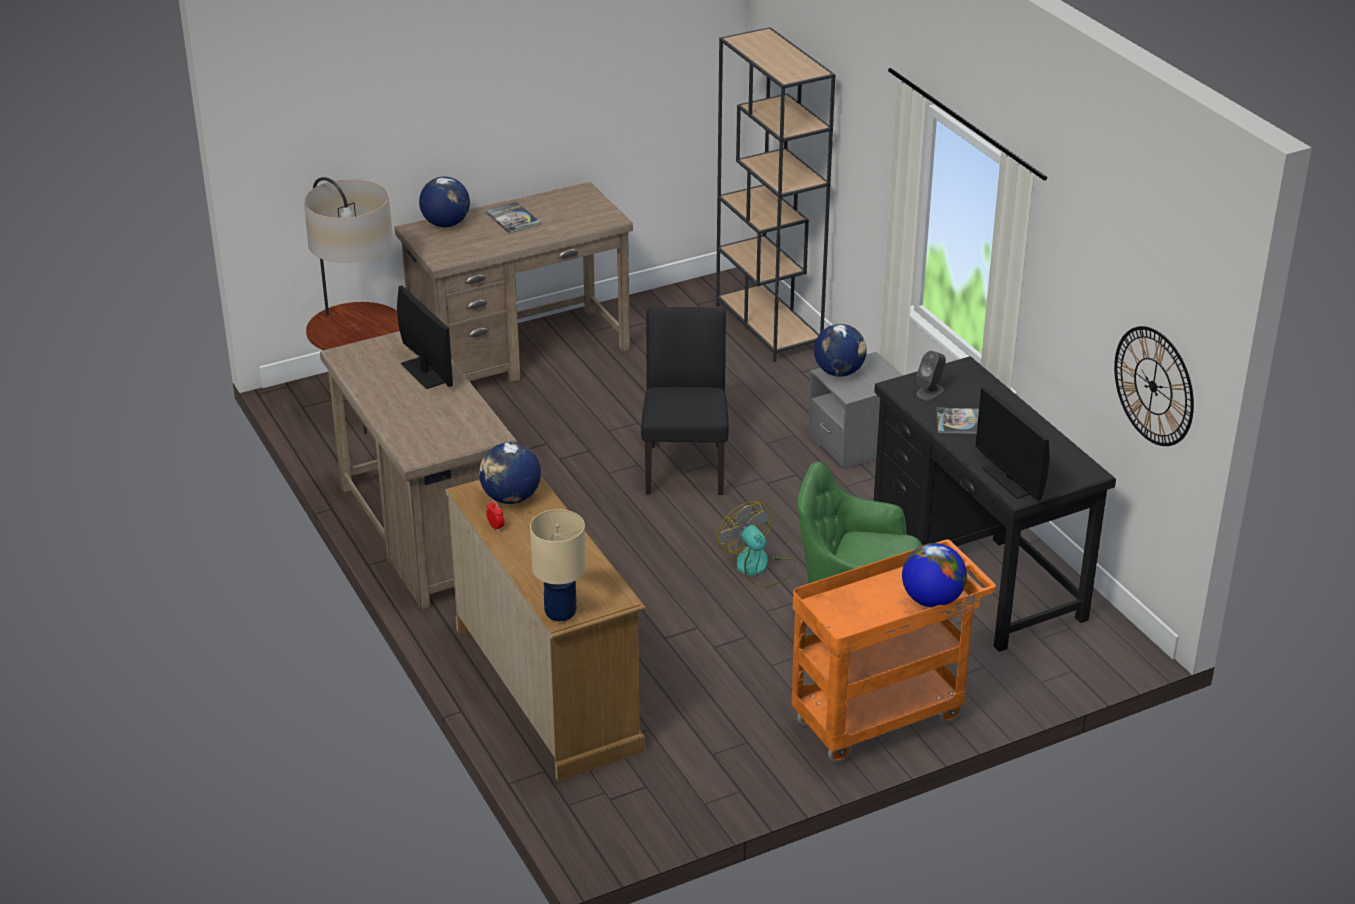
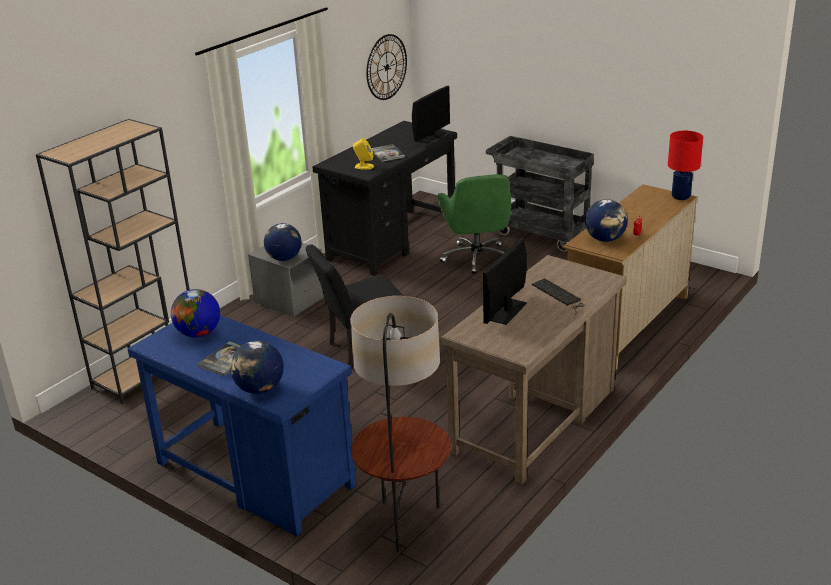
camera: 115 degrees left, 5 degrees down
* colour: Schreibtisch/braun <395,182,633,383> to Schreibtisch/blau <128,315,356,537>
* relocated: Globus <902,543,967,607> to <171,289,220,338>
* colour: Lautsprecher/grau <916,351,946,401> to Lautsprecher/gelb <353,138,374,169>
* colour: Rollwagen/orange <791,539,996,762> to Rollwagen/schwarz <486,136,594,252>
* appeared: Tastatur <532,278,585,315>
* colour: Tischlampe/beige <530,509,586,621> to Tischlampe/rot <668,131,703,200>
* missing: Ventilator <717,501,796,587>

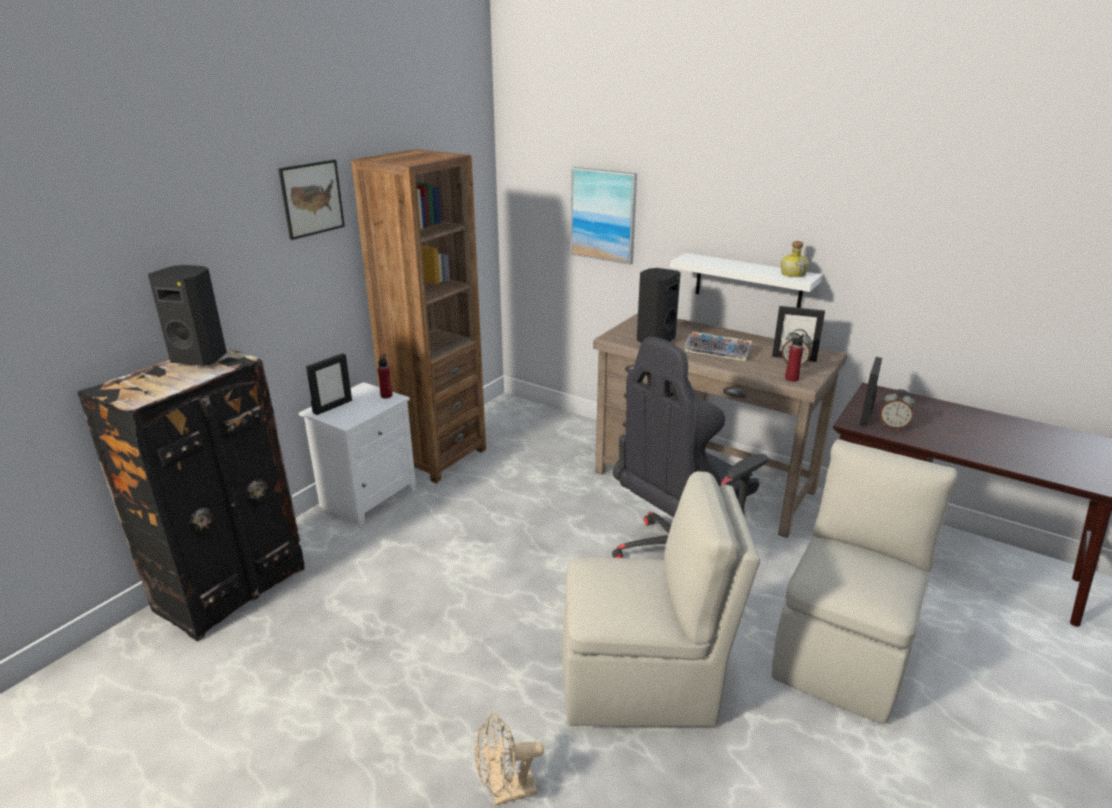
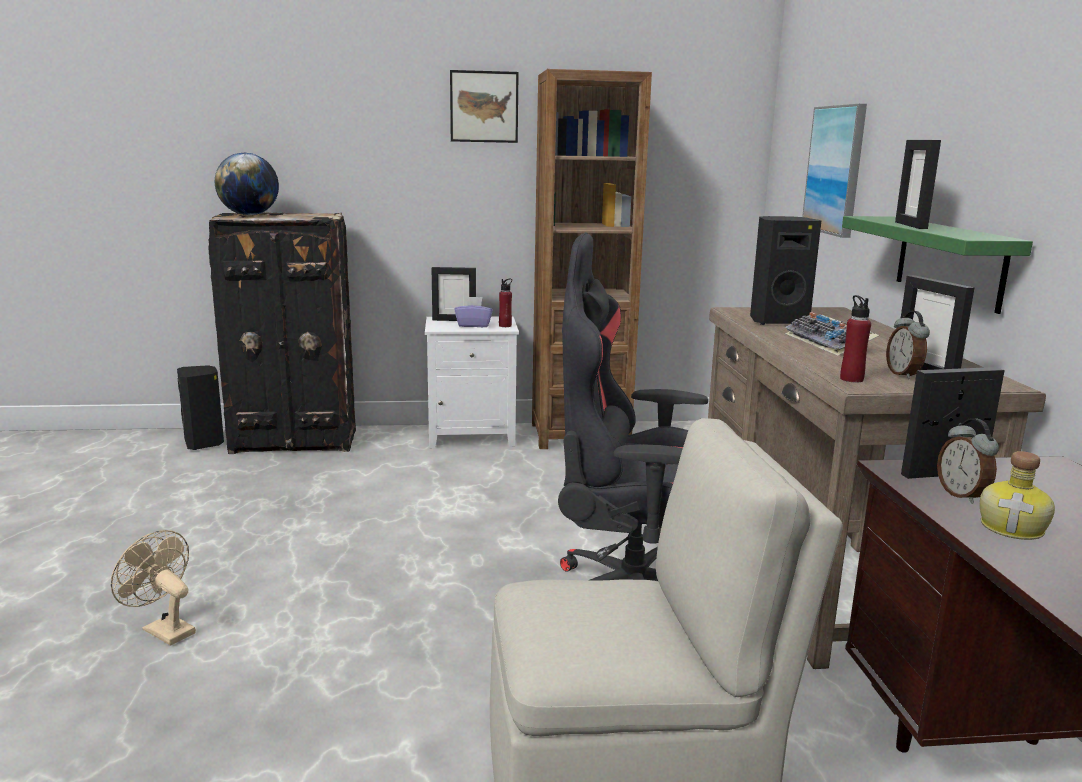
camera: 50 degrees right, 10 degrees down
* relocated: Lautsprecher/schwarz <148,265,227,366> to <177,365,224,450>
* appeared: Globus <215,153,279,215>
* appeared: Taschentuchbox/lila <455,297,493,327>
* colour: Wandregal/weiß <670,253,822,308> to Wandregal/grün <842,216,1033,314>
* appeared: Bilderrahmen <895,140,941,229>
* relocated: Flasche <781,241,809,277> to <980,451,1055,540>
* missing: Stuhl/beige <562,471,760,727>

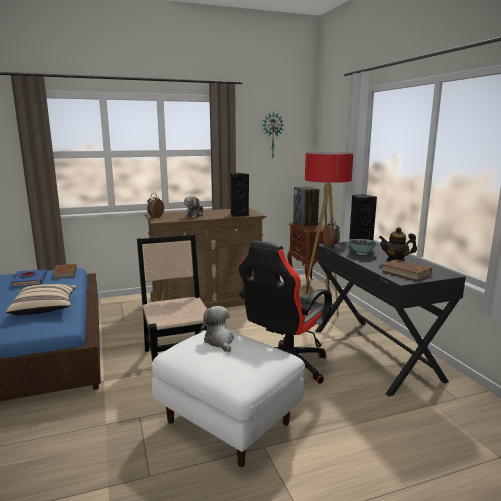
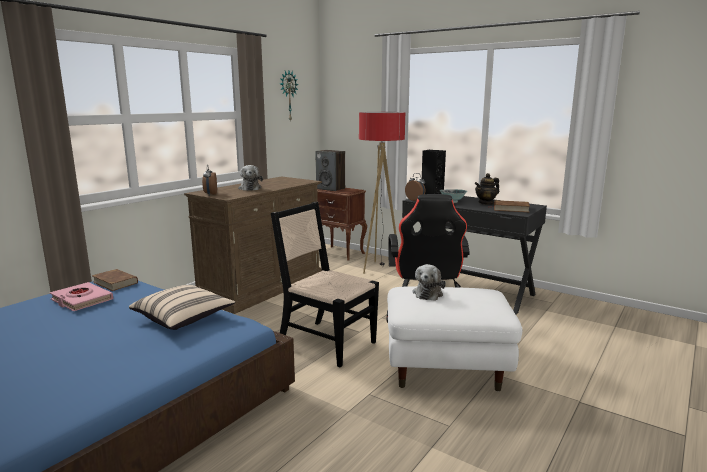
camera: 35 degrees left, 0 degrees up
* colour: Buch/blau <11,269,47,287> to Buch/rosa <50,282,113,311>
* spun: Plüschtier <201,306,234,352> = <412,264,446,301> 105 degrees counterclockwise
* missing: Lautsprecher/schwarz <230,173,249,217>

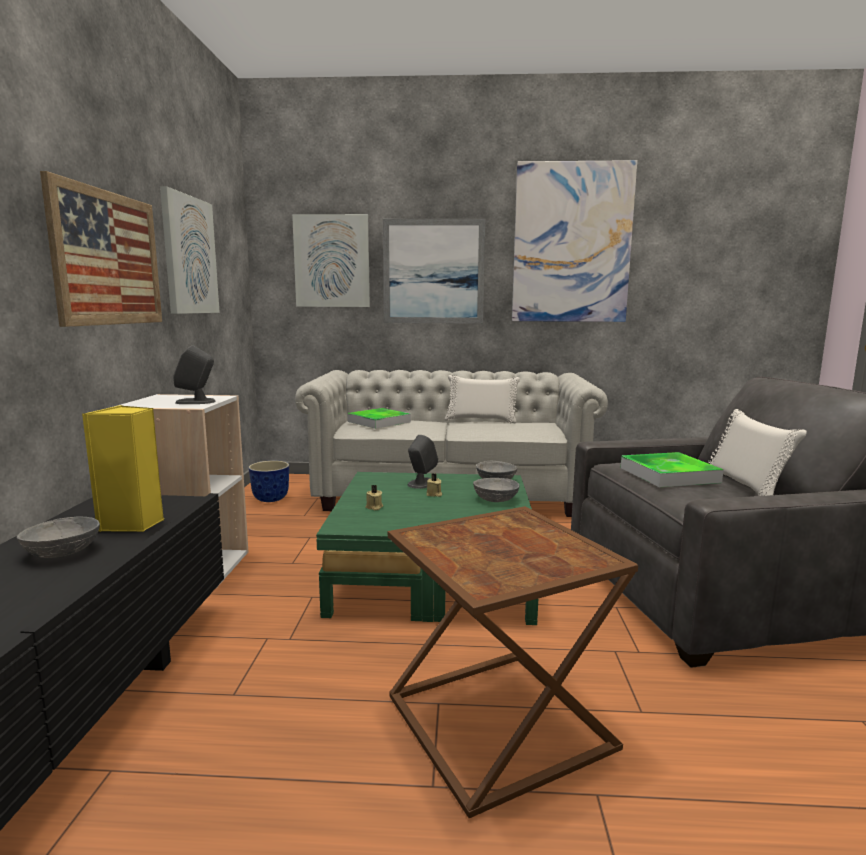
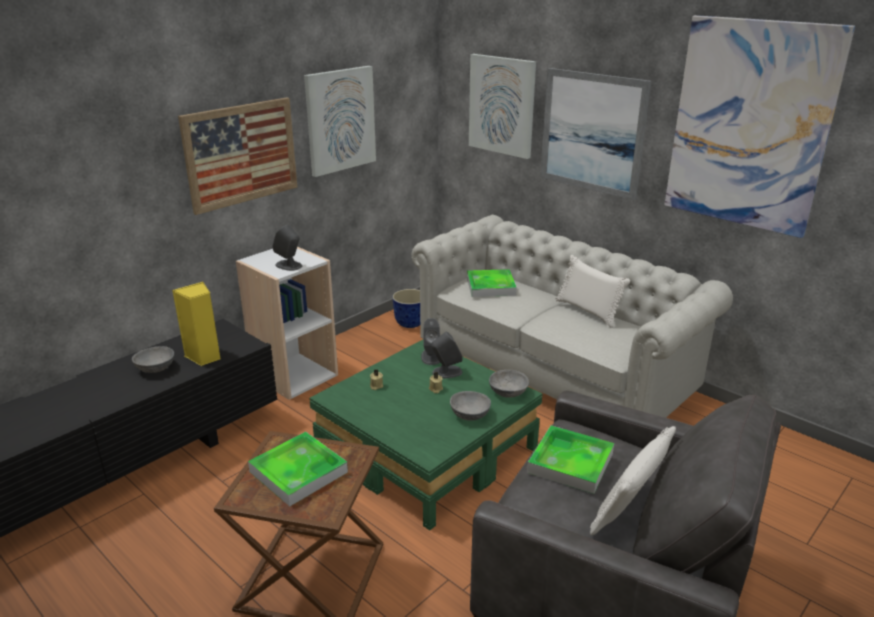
camera: 40 degrees right, 15 degrees up
* appeared: Tablett <248,432,348,506>
* appeared: Lautsprecher/grau <421,318,440,365>

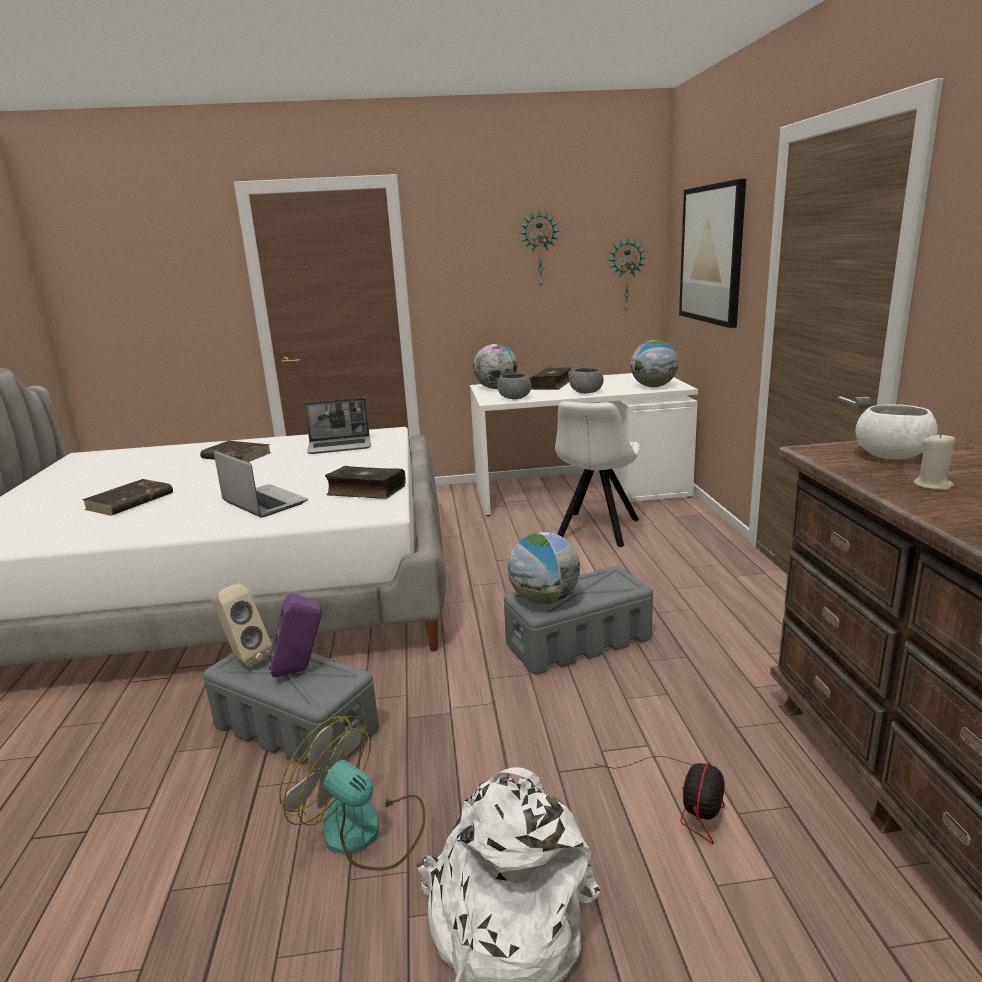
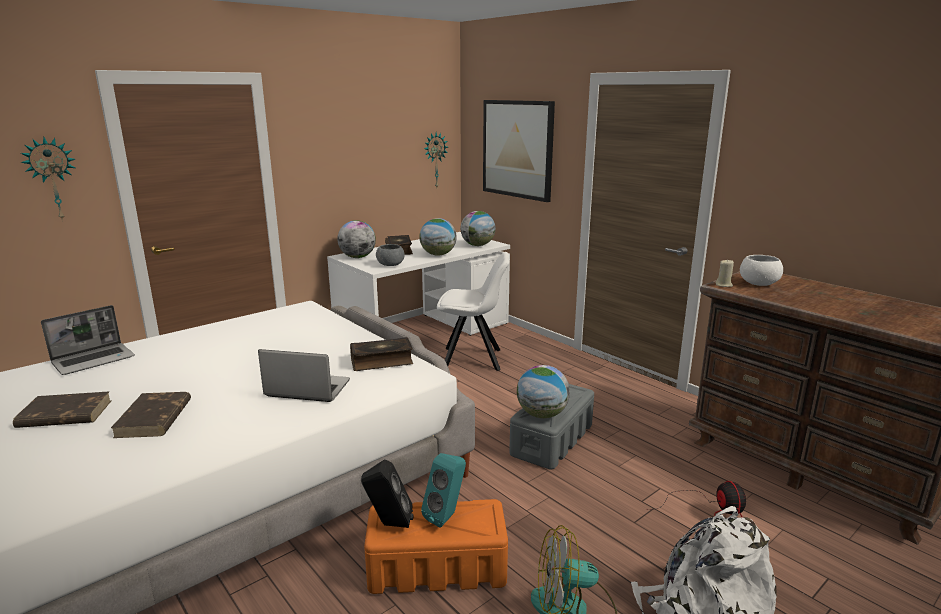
camera: 35 degrees left, 0 degrees up
* relocated: Buch/braun <200,441,271,462> to <13,391,111,428>
* relocated: Wanduhr <520,210,559,286> to <21,137,75,221>
* relocated: Laptop <304,398,371,454> to <41,305,135,375>
* colour: Lautsprecher/beige <212,583,272,667> to Lautsprecher/schwarz <361,460,413,528>
* colour: Aufbewahrungsbox/grau <203,639,379,765> to Aufbewahrungsbox/orange <364,499,508,594>
* exchanged: Schüssel/grau <569,368,604,393> to Globus <419,218,457,256>
* colour: Lautsprecher/lila <268,592,322,678> to Lautsprecher/türkis <421,453,466,528>
* spun: Stuhl/weiß <555,401,640,547> = <437,252,510,371> 75 degrees counterclockwise
* relocated: Kerze/beige <913,433,955,490> to <716,259,734,287>

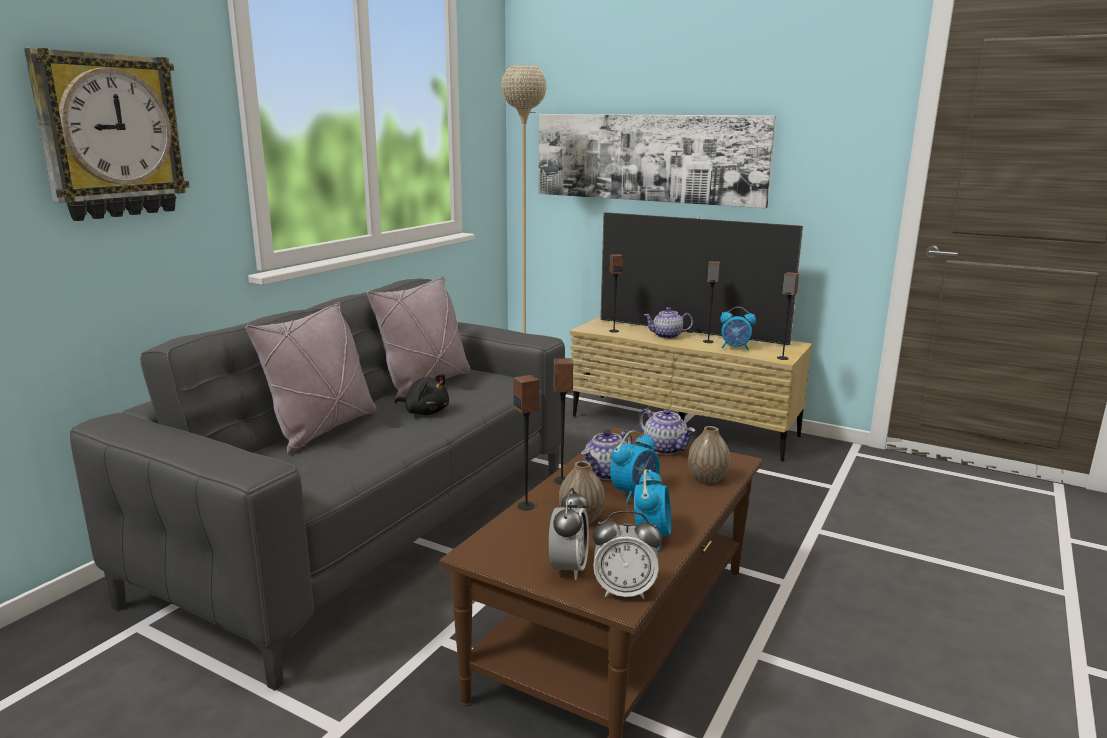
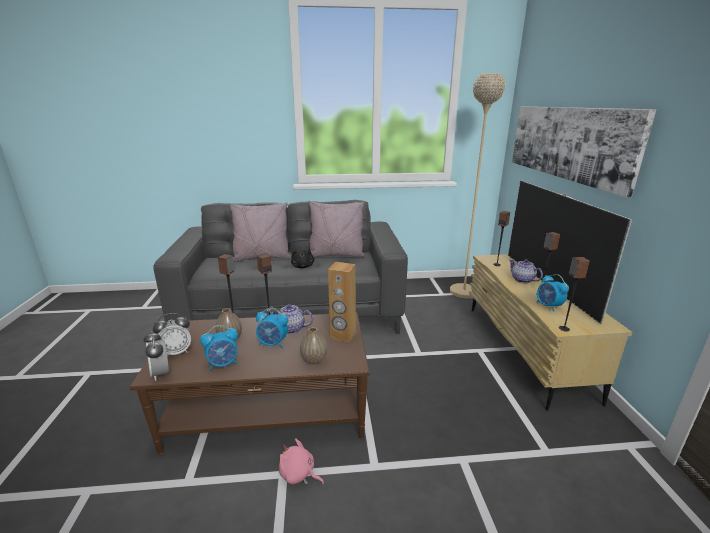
camera: 55 degrees right, 5 degrees up
* appeared: Plüschtier/rosa <279,438,324,485>
* exchanged: Teekanne <639,409,695,455> to Lautsprecher/braun <328,262,356,342>
* missing: Wanduhr <24,48,189,221>

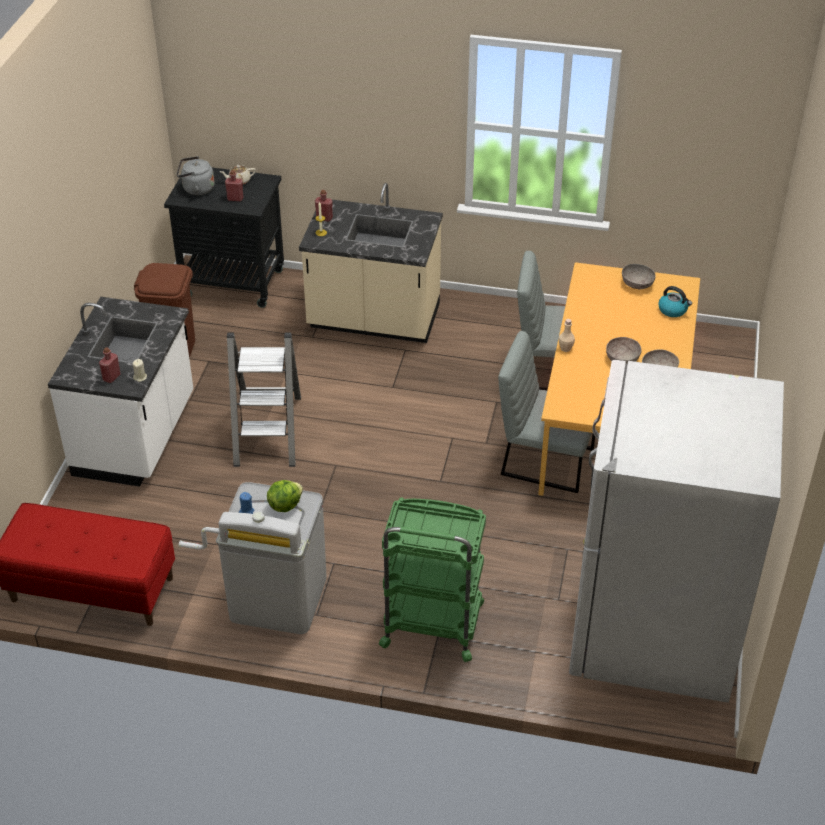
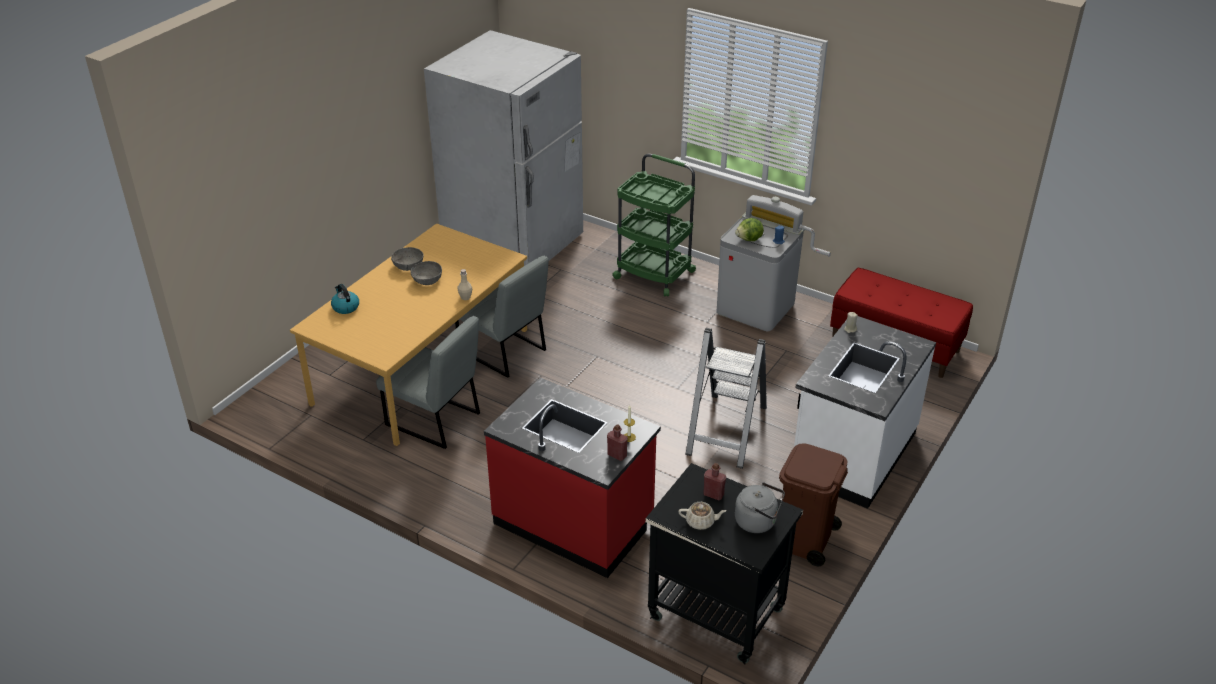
camera: 160 degrees left, 5 degrees down
* colour: Küchenzeile/beige <299,183,443,343> to Küchenzeile/rot <484,377,661,578>
* missing: Flasche/rot <99,347,121,383>
* missing: Schüssel/grau <622,264,656,289>

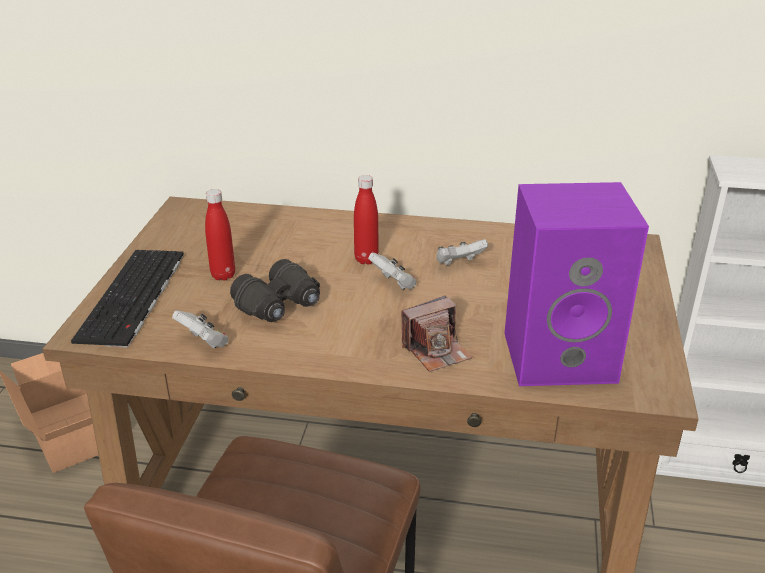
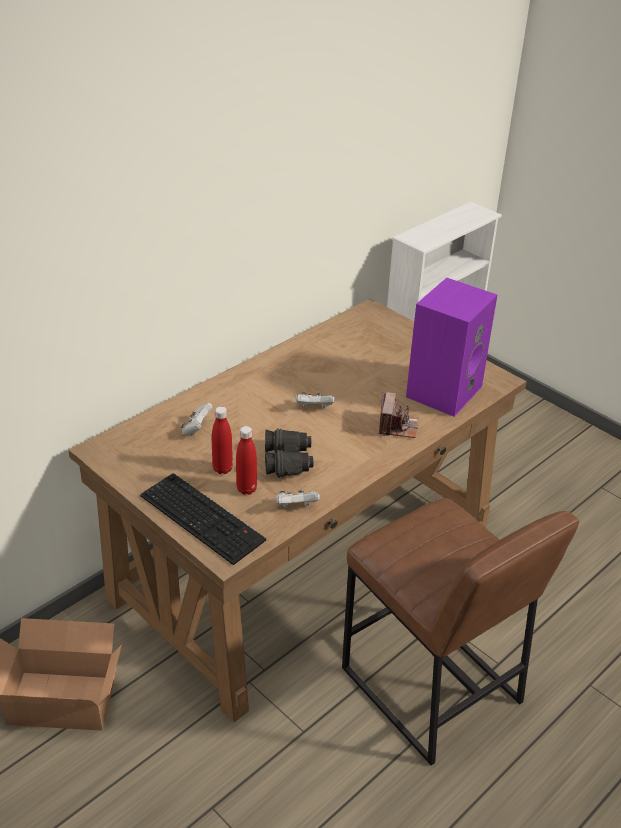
camera: 55 degrees left, 5 degrees up
* relocated: Gamepad/weiß <436,239,488,266> to <181,403,212,436>
* relocated: Flasche/rot <354,175,379,265> to <236,426,257,495>

